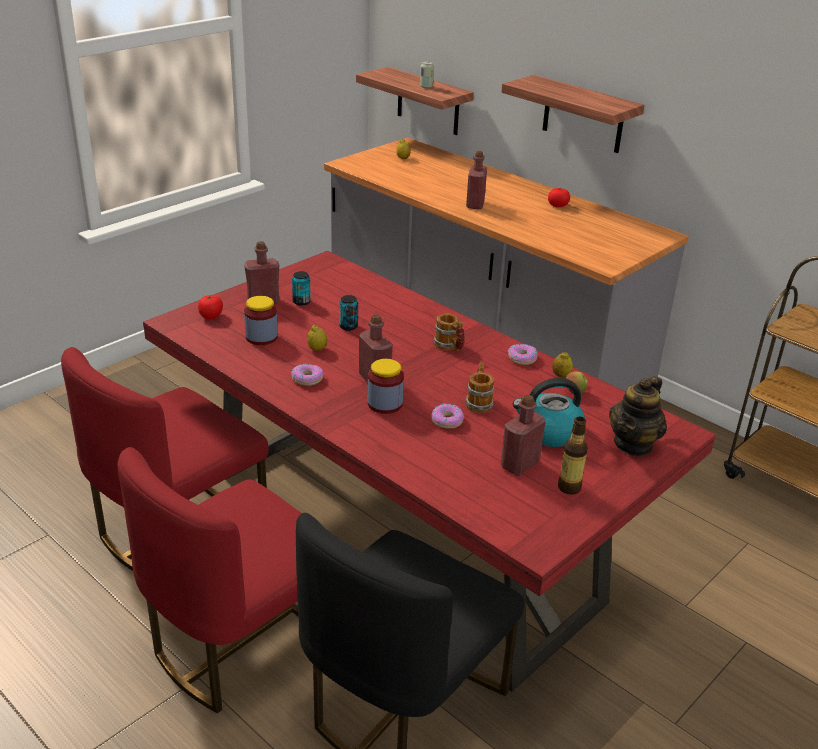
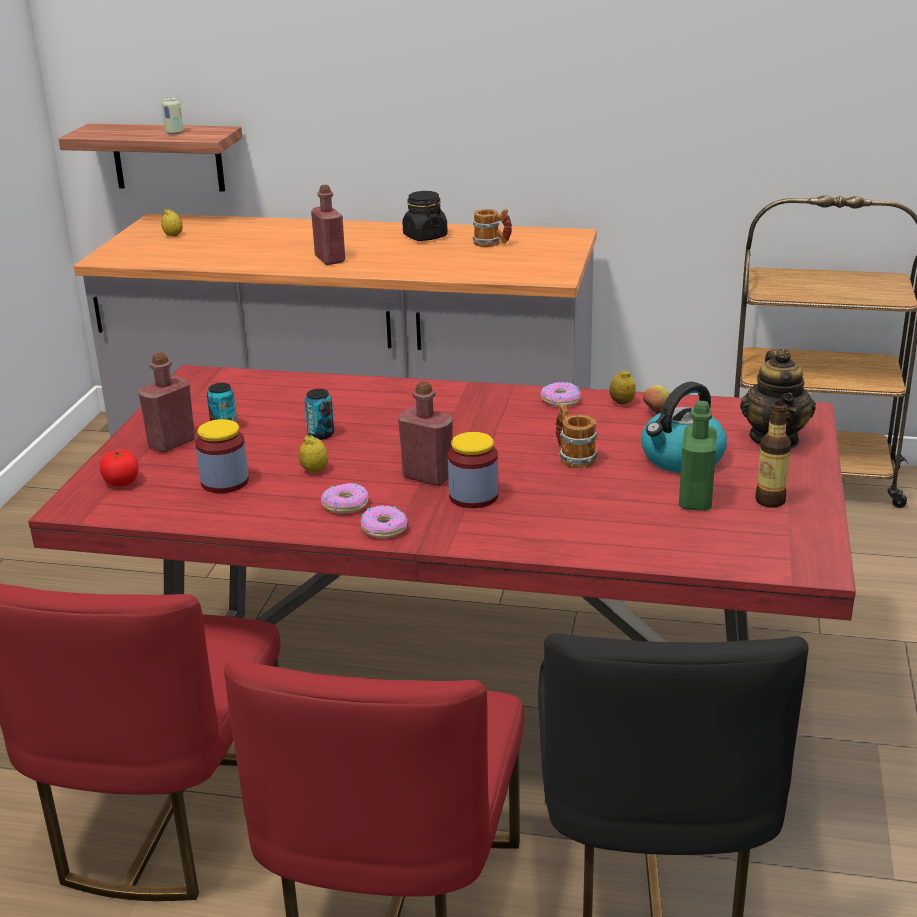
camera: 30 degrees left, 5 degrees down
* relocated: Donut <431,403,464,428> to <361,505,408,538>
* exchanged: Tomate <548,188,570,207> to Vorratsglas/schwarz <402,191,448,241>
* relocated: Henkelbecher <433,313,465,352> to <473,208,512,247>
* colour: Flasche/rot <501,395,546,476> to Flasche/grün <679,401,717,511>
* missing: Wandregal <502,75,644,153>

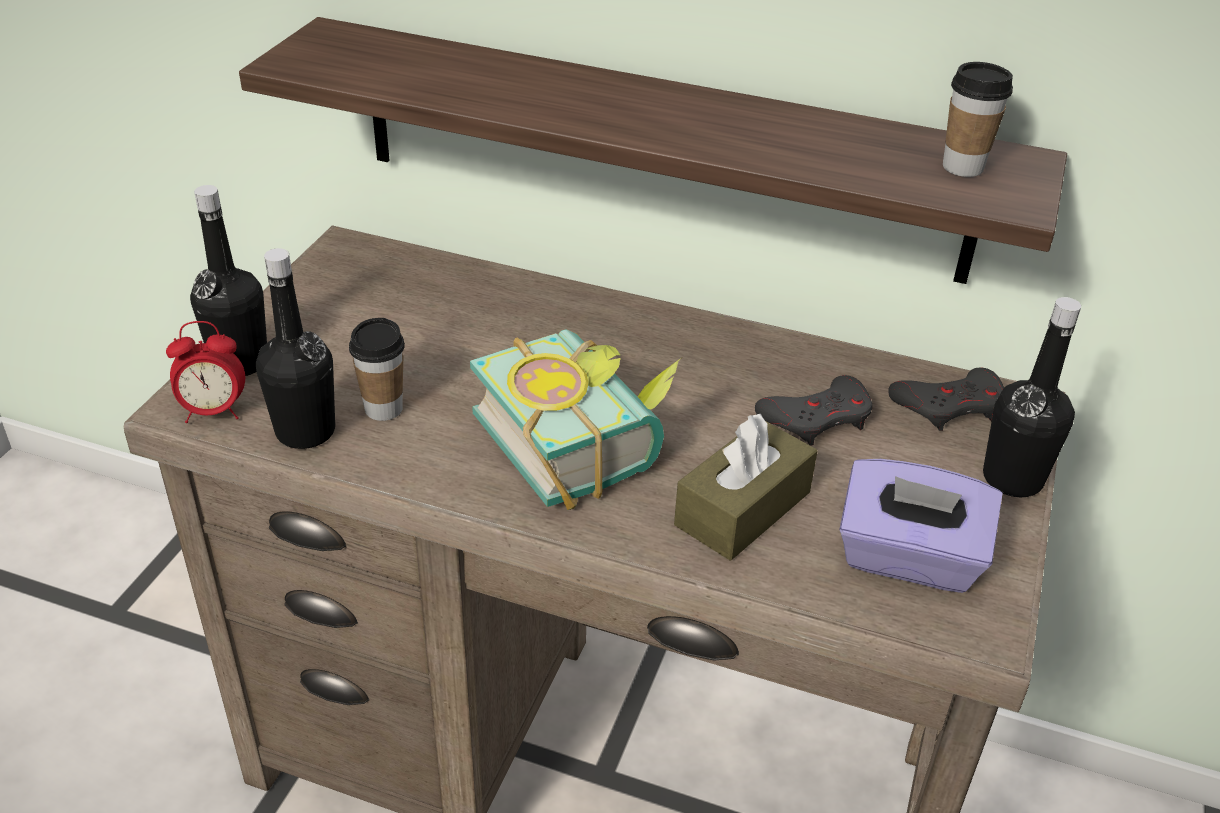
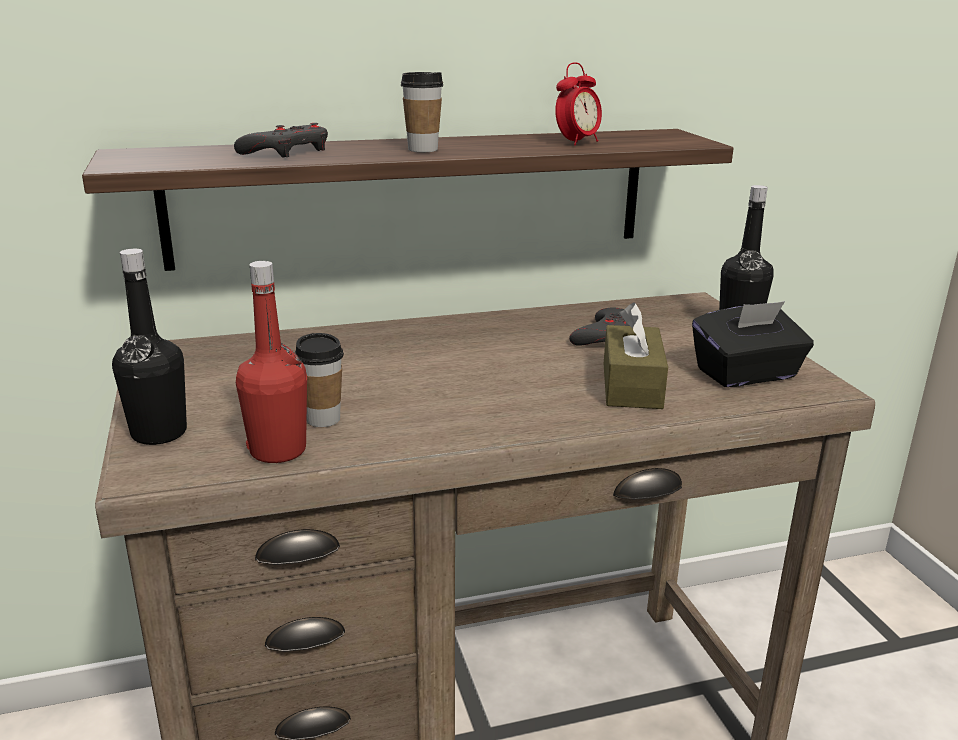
camera: 35 degrees left, 15 degrees down
* relocated: Gamepad/grau <888,367,1004,431> to <234,123,328,158>
* colour: Flasche/schwarz <256,248,335,449> to Flasche/rot <236,261,307,463>
* relocated: Tasse <943,62,1013,177> to <401,72,443,152>
* relocated: Wecker <166,321,245,423> to <555,62,602,146>
* colour: Taschentuchbox/lila <839,459,1003,593> to Taschentuchbox/schwarz <692,301,814,387>
* missing: Buch <470,329,681,510>

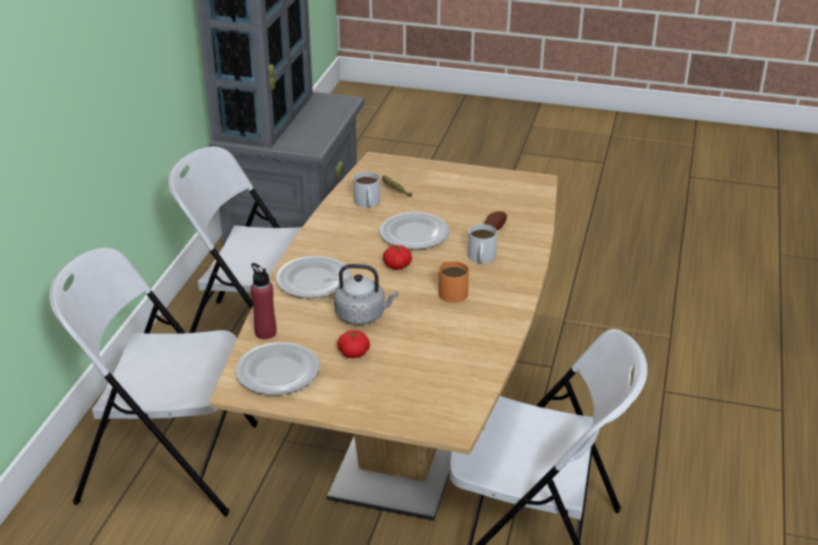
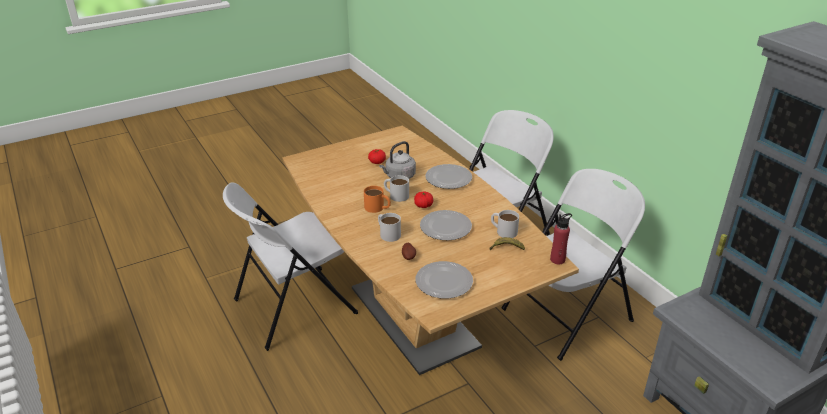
camera: 135 degrees right, 0 degrees up
* appeared: Henkelbecher/weiß <384,175,409,202>
* relocated: Teller <235,342,320,395> to <416,261,473,299>
* relocated: Flasche/rot <251,263,277,339> to <550,213,572,264>

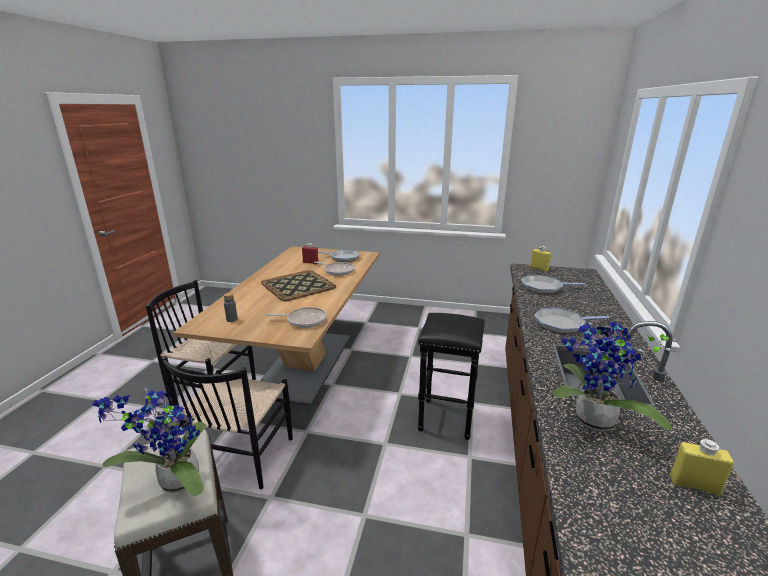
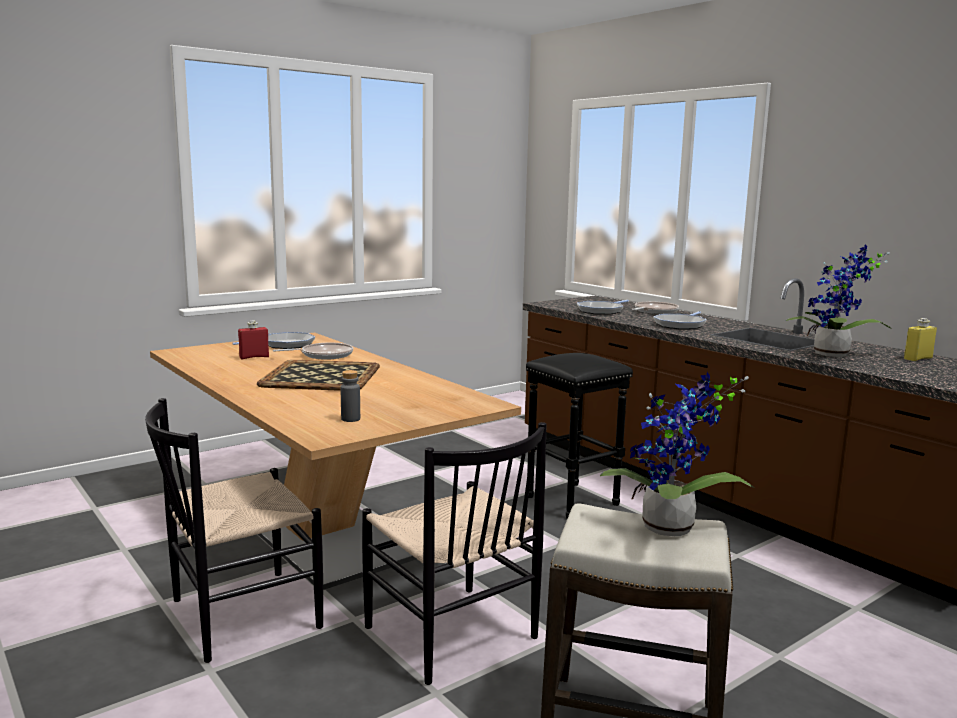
camera: 50 degrees left, 10 degrees down
* relocated: Pfanne <266,307,326,328> to <632,302,679,314>
* missing: Flasche/gelb <530,246,551,272>

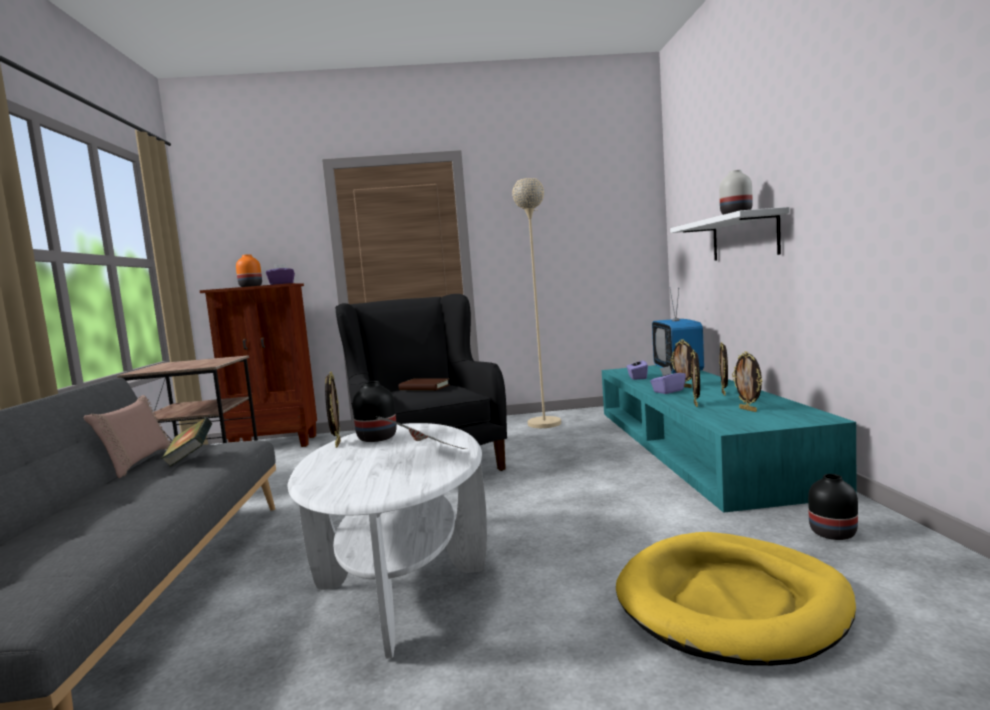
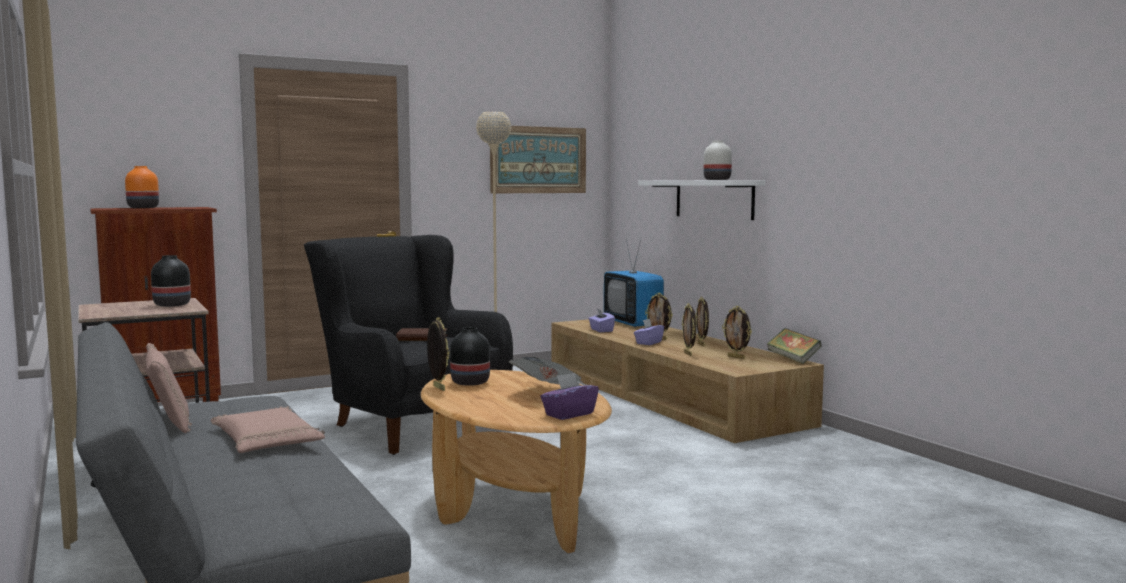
camera: 25 degrees left, 0 degrees up
* relocated: Vase/schwarz <808,474,858,540> to <151,255,191,307>
* appeared: Kissen/beige <210,406,325,453>
* colour: Couchtisch/weiß <288,423,487,659> to Couchtisch/braun <421,370,612,553>
* appeared: Bild <490,126,586,193>
* relocated: Taschentuchbox/lila <266,264,295,285> to <540,373,599,420>
* colour: Fernsehschrank/türkis <602,365,856,513> to Fernsehschrank/braun <552,319,824,443>
* relocated: Buch <161,418,212,467> to <767,328,822,364>
* missing: Hundebett/gelb <616,532,856,666>

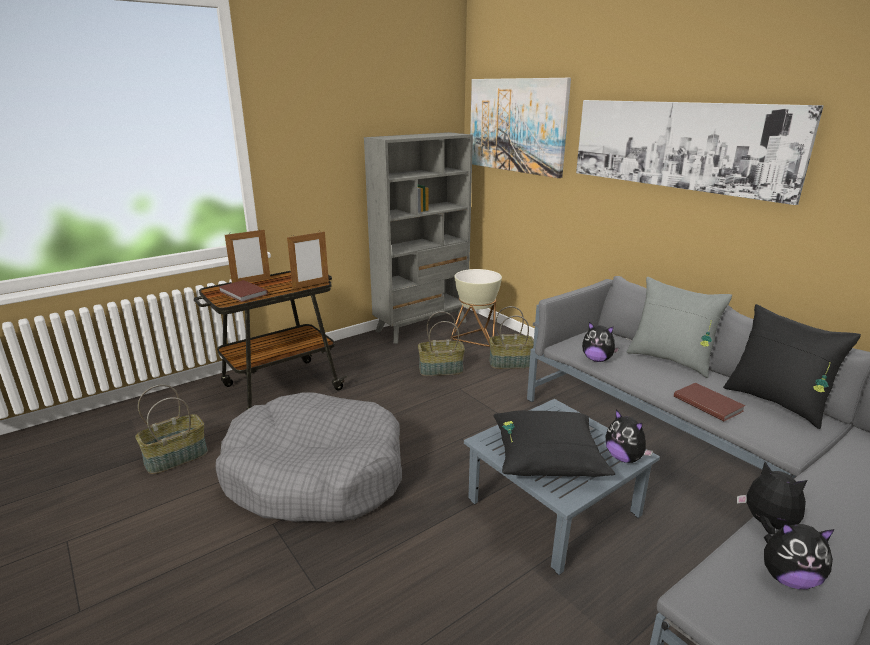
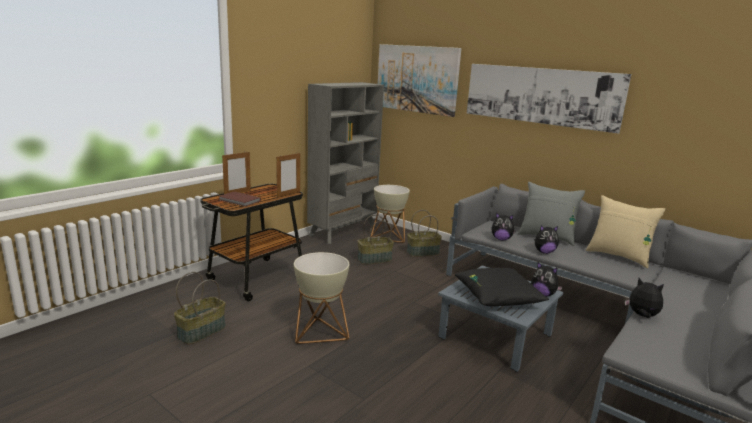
camera: 15 degrees left, 5 degrees down
* exchanged: Hundebett/grau <216,392,402,522> to Pflanzkübel <294,252,350,344>
* relocated: Plüschtier <764,523,835,589> to <534,225,559,254>
* colour: Kissen/schwarz <723,304,861,429> to Kissen/beige <586,195,665,268>
* missing: Buch/braun <674,383,746,421>

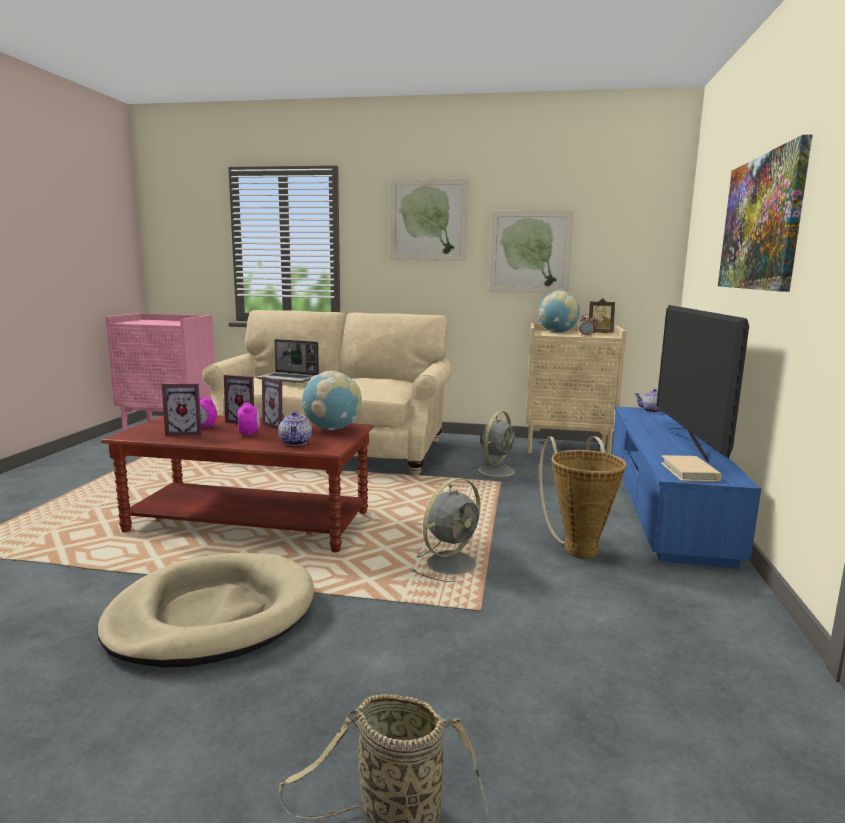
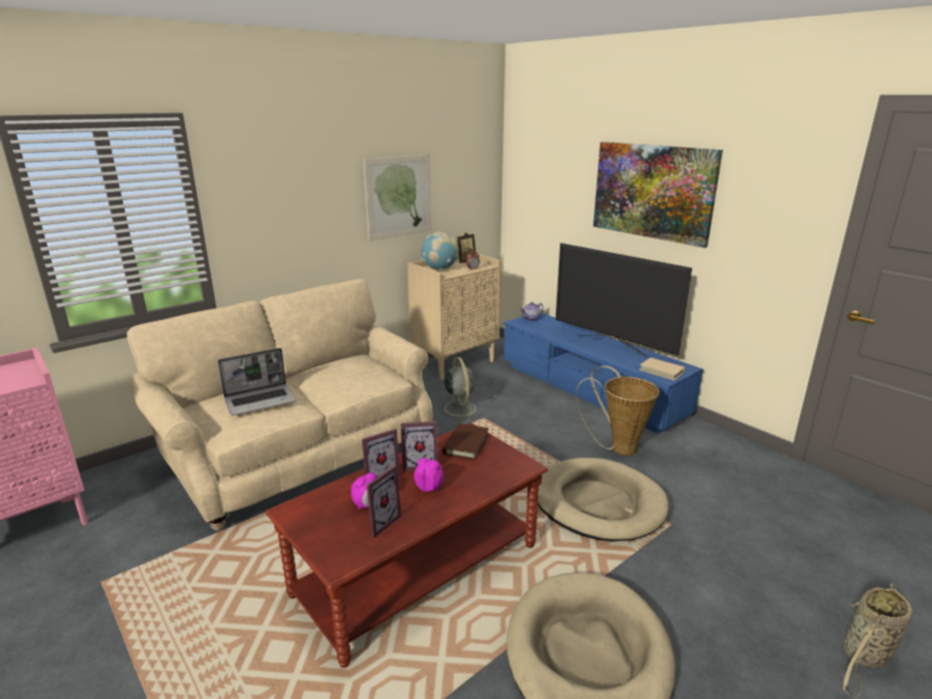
camera: 50 degrees left, 10 degrees up
* exchanged: Globus <302,371,362,430> to Buch/braun <442,424,489,460>
* exchanged: Ventilator/grau <411,478,491,582> to Hundebett/beige <537,458,669,541>
* missing: Teekanne <278,411,312,446>
* missing: Bild <390,179,469,261>

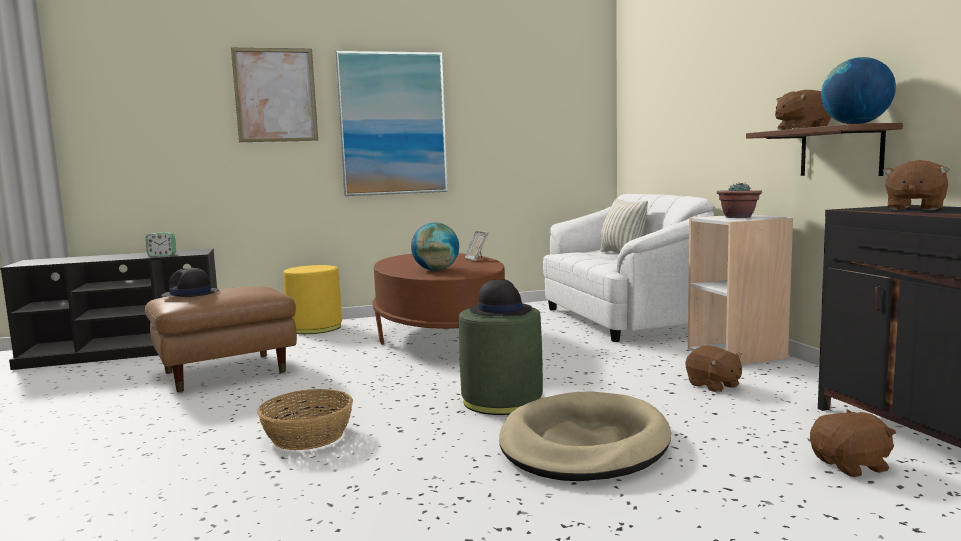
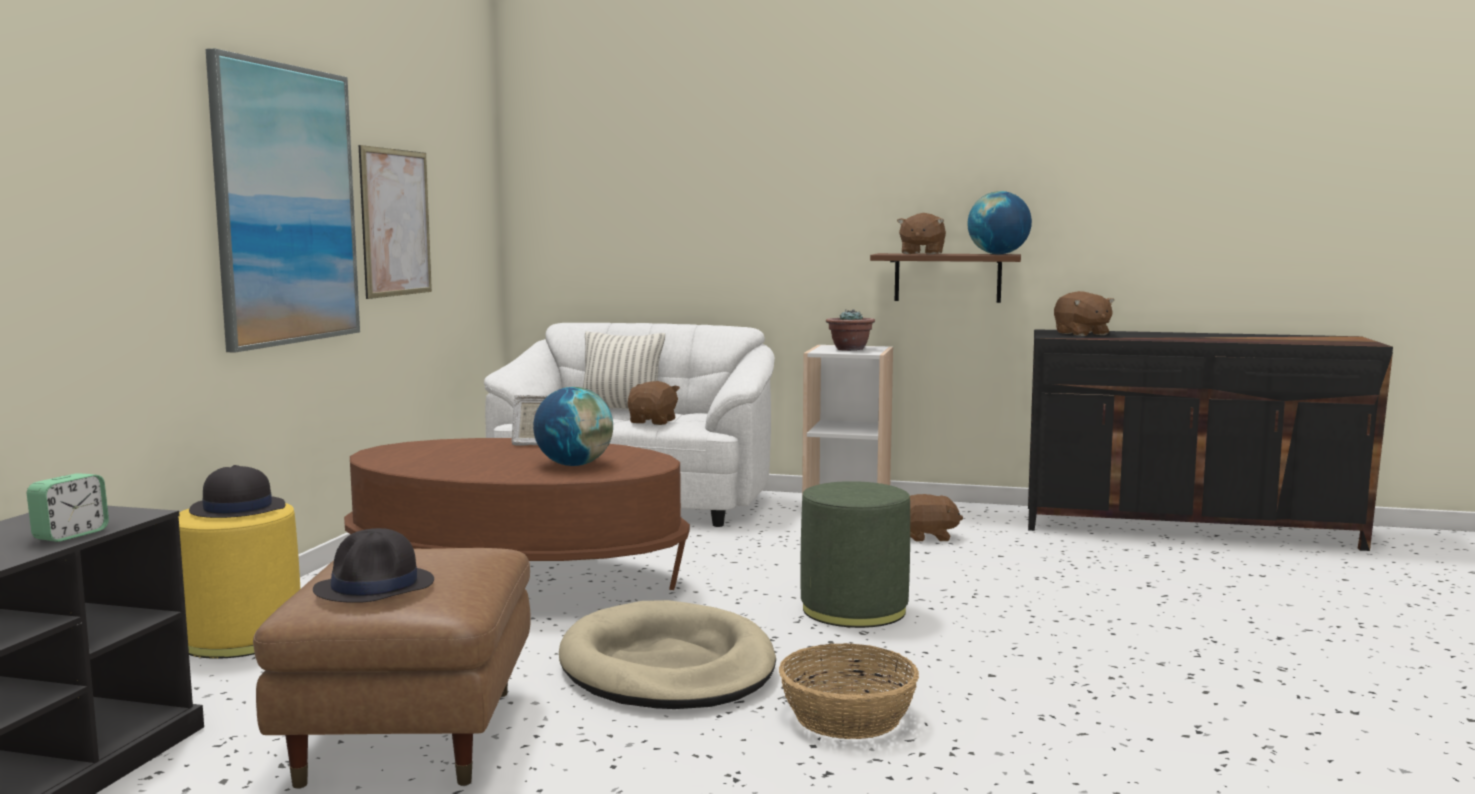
camera: 60 degrees left, 0 degrees up
* relocated: Hut/schwarz <469,279,532,316> to <189,465,285,518>
* relocated: Bild <231,48,318,142> to <359,145,432,299>
* relocated: Hundebett/beige <499,391,671,481> to <559,600,776,709>
* relocated: Plüschtier/braun <810,409,896,477> to <627,381,680,425>

